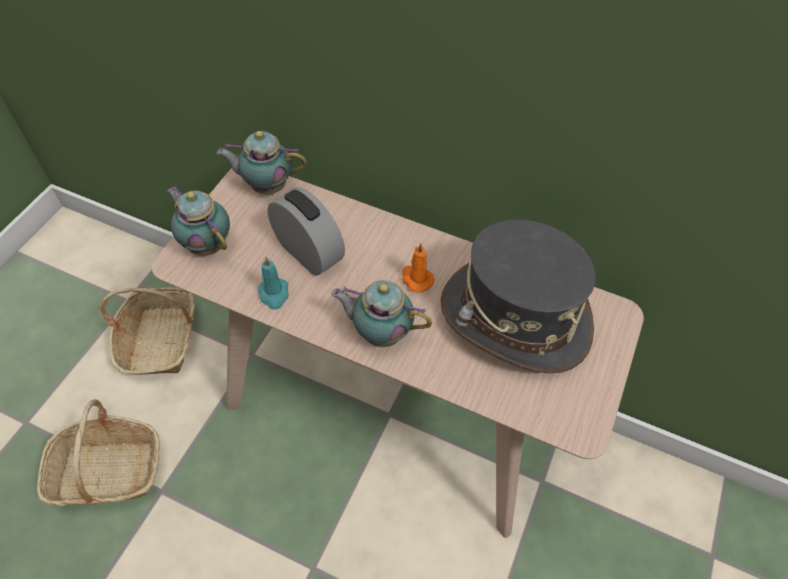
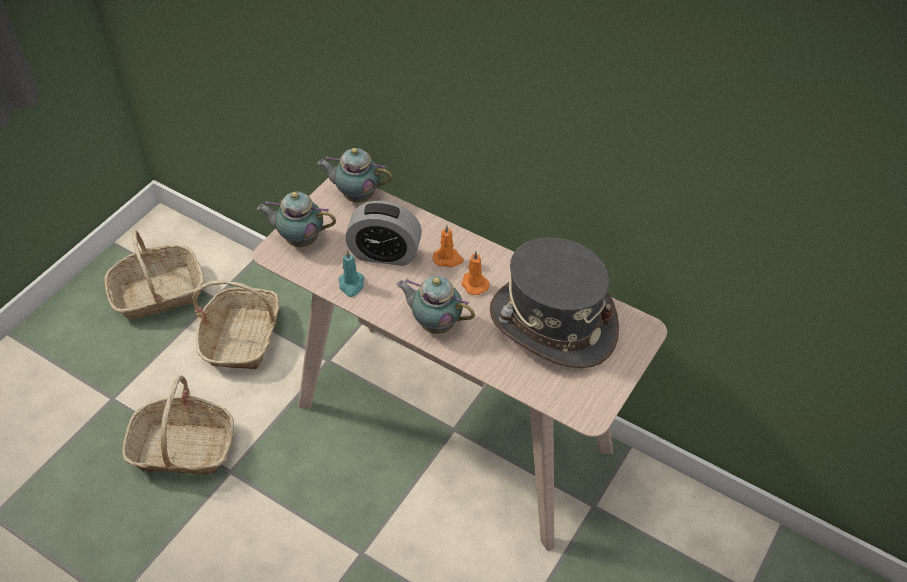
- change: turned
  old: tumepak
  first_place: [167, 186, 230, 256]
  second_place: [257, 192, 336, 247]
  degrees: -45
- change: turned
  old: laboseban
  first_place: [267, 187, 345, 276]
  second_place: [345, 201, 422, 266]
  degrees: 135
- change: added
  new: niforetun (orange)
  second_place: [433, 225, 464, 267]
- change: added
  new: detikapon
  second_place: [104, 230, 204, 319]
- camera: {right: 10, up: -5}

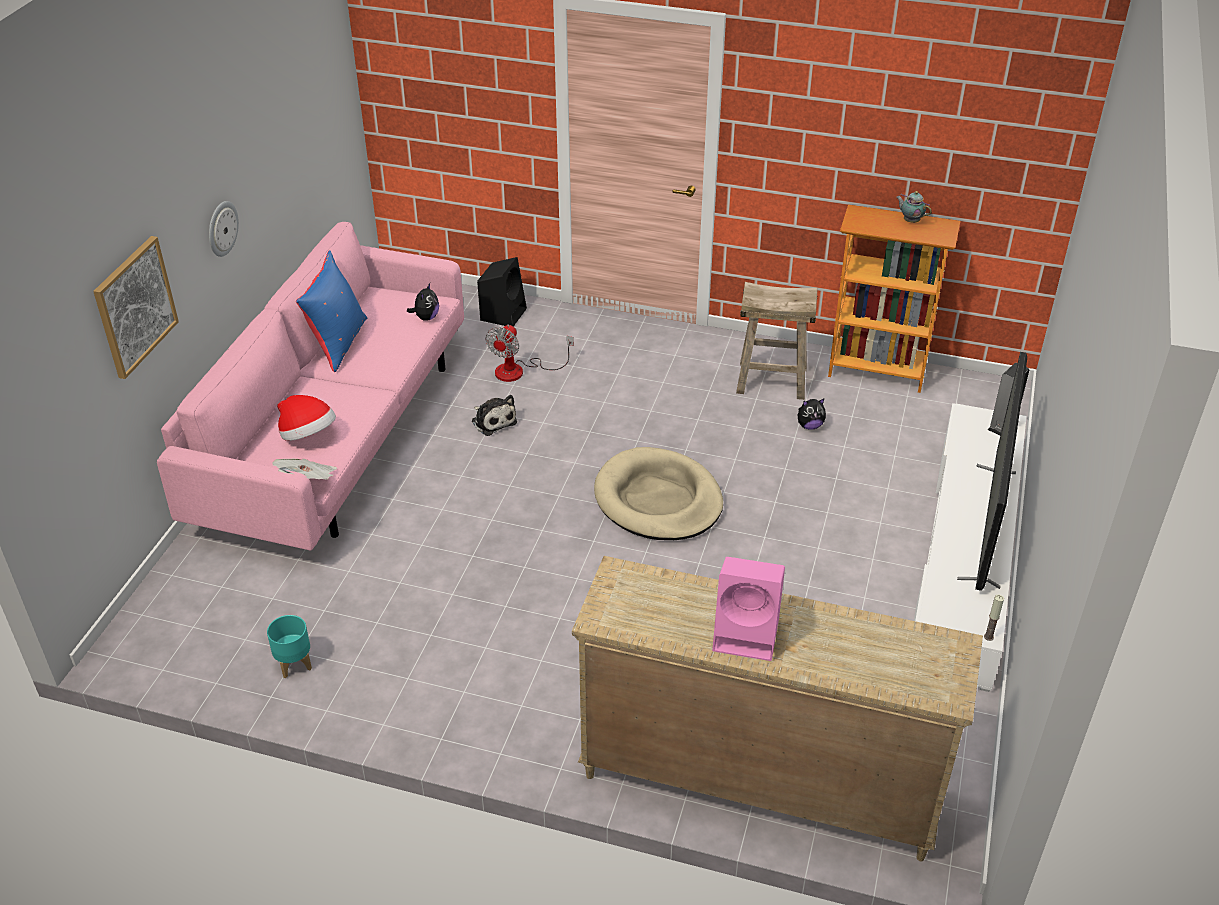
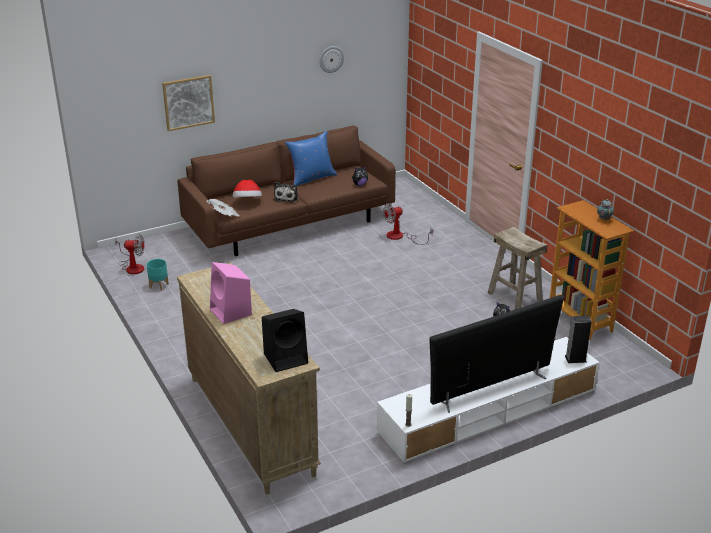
- change: moved
  old: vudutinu
  first_place: [209, 201, 239, 257]
  second_place: [319, 46, 344, 73]
- change: recoloured
  old: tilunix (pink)
  new: tilunix (brown)
  first_place: [157, 222, 464, 551]
  second_place: [178, 126, 396, 256]
- change: moved
  old: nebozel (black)
  first_place: [477, 257, 527, 326]
  second_place: [262, 309, 308, 372]
- change: moved
  old: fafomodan
  first_place: [472, 395, 517, 436]
  second_place: [274, 182, 298, 203]
- change: removed
  old: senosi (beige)
  first_place: [594, 447, 723, 540]
- change: added
  new: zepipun
  second_place: [115, 234, 145, 274]
- camera: {right: 45, up: -10}

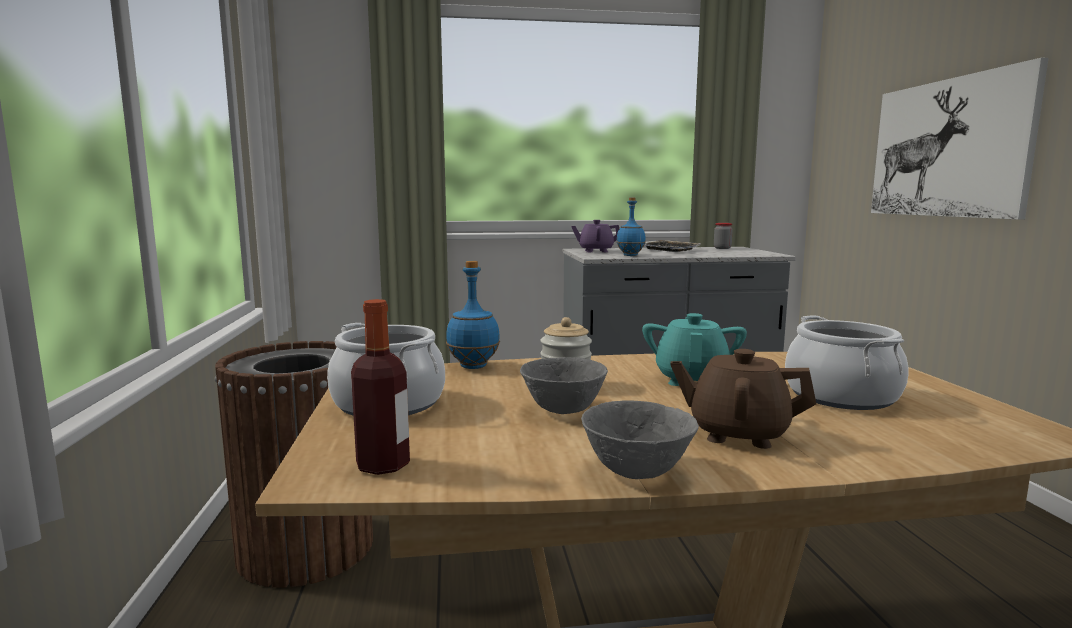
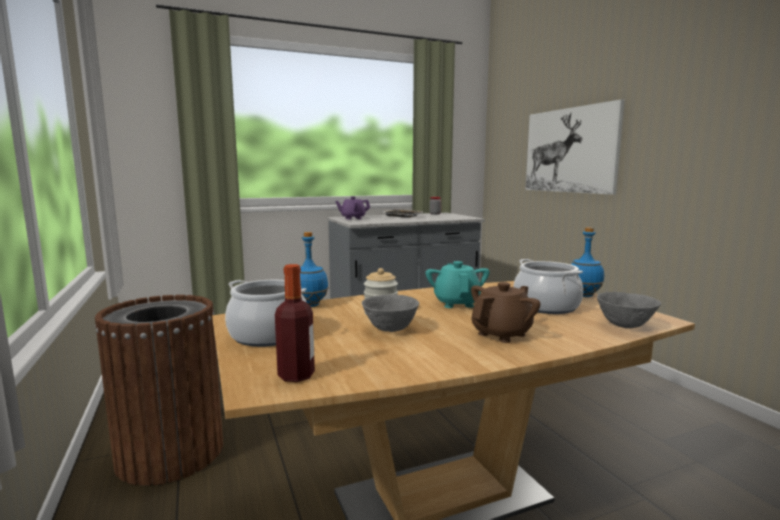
- change: moved
  old: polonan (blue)
  first_place: [616, 197, 646, 256]
  second_place: [571, 227, 604, 297]
- change: turned
  old: tumepak (brown)
  first_place: [670, 349, 816, 449]
  second_place: [471, 282, 541, 343]
  degrees: 135
- change: moved
  old: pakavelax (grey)
  first_place: [581, 401, 699, 479]
  second_place: [597, 292, 661, 328]
- camera: {right: -15, up: 0}

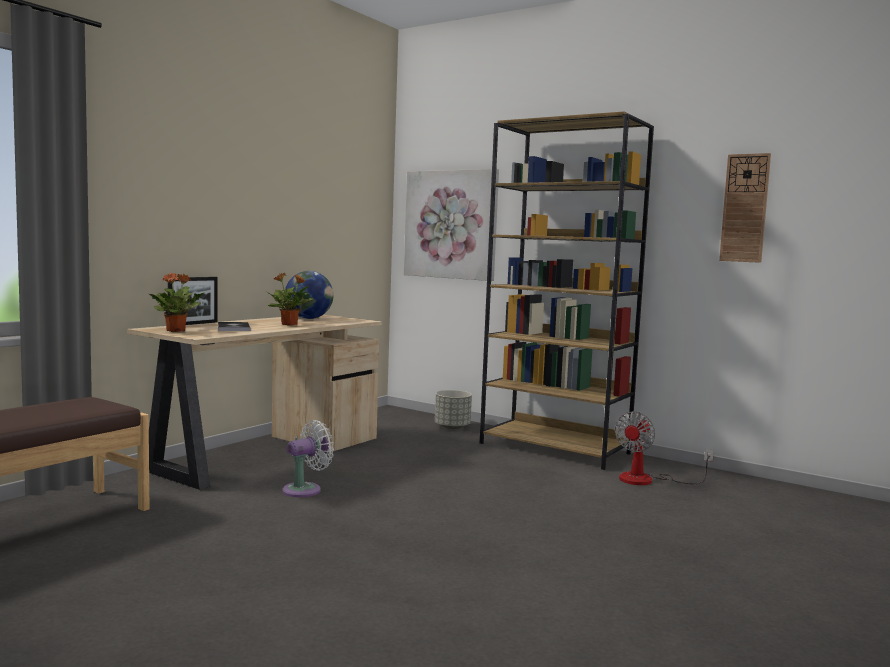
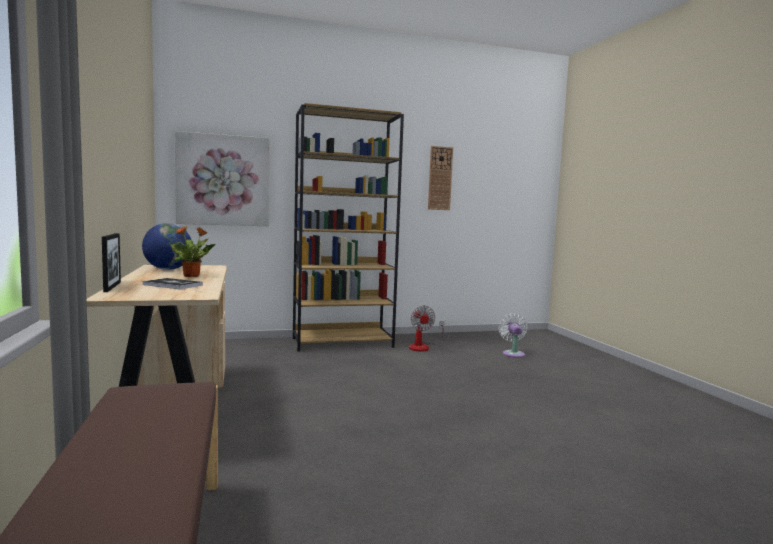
- change: removed
  old: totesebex
  first_place: [149, 273, 205, 332]
- change: removed
  old: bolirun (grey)
  first_place: [435, 390, 472, 429]
- change: moved
  old: zepipun (white)
  first_place: [282, 420, 334, 497]
  second_place: [498, 313, 528, 358]
- camera: {right: -50, up: 0}

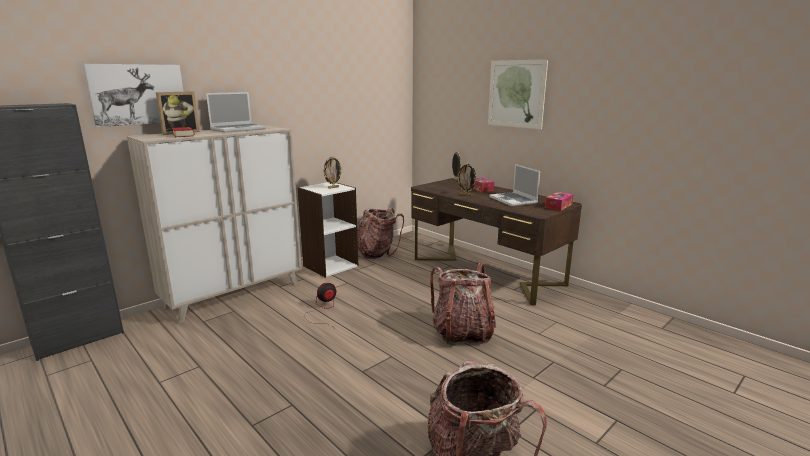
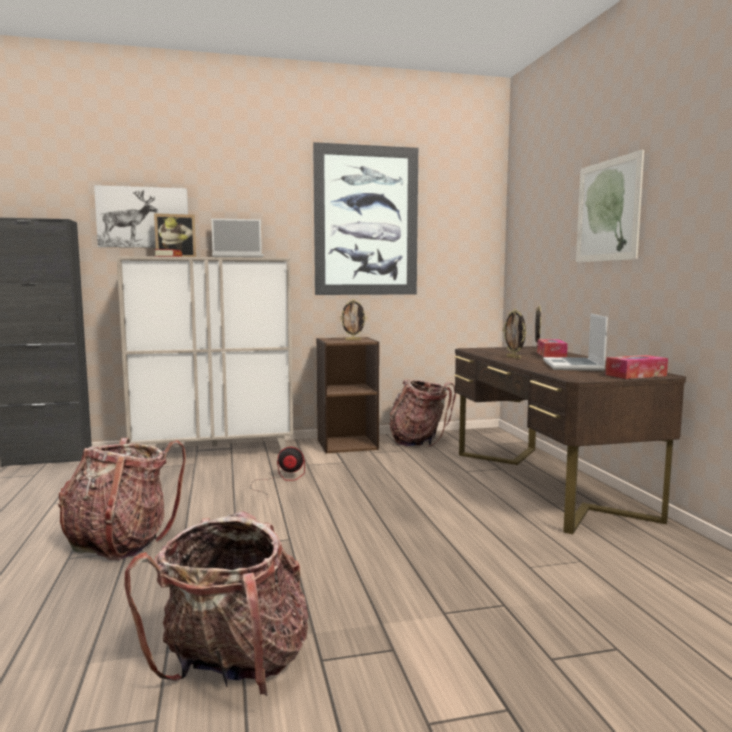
- change: recoloured
  old: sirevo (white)
  new: sirevo (brown)
  first_place: [297, 182, 358, 278]
  second_place: [316, 337, 379, 453]
- change: moved
  old: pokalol
  first_place: [430, 262, 496, 346]
  second_place: [58, 438, 186, 560]
- change: added
  new: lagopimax
  second_place: [313, 142, 418, 295]
- camera: {right: 30, up: -10}

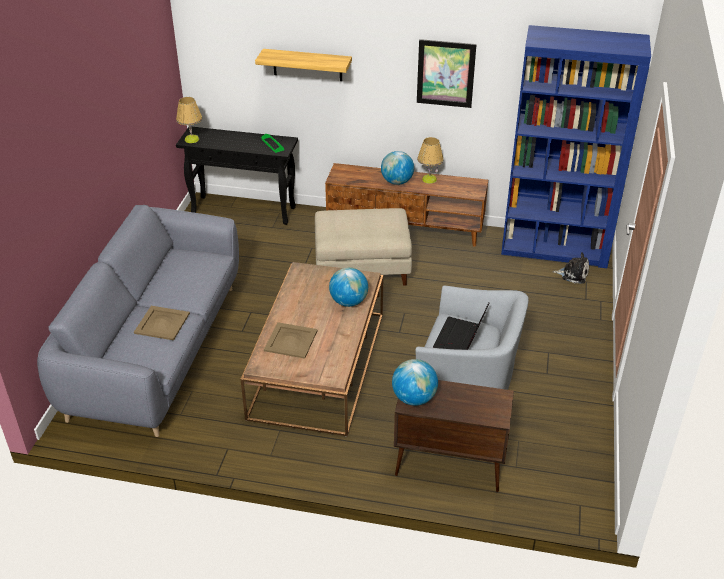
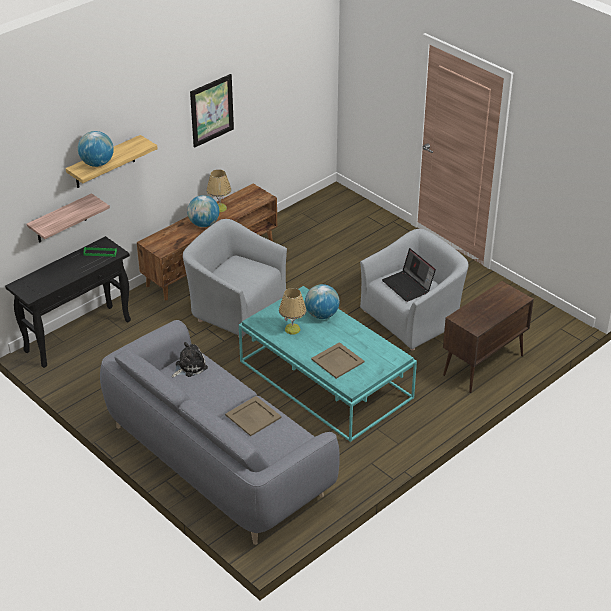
- change: removed
  old: sirevo (blue)
  first_place: [501, 25, 651, 268]
- change: moved
  old: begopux
  first_place: [176, 97, 202, 143]
  second_place: [279, 288, 307, 335]
- change: replaced
  old: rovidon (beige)
  new: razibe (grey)
  first_place: [315, 208, 412, 286]
  second_place: [183, 219, 287, 338]
- change: moved
  old: fafomodan
  first_place: [553, 252, 589, 283]
  second_place: [172, 342, 208, 377]
- change: recoloured
  old: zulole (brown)
  new: zulole (turquoise)
  first_place: [240, 262, 384, 436]
  second_place: [239, 286, 417, 442]
- change: moved
  old: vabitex
  first_place: [392, 359, 438, 406]
  second_place: [78, 131, 114, 167]
- change: added
  new: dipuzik
  second_place: [26, 193, 110, 243]
- camera: {right: -55, up: 0}

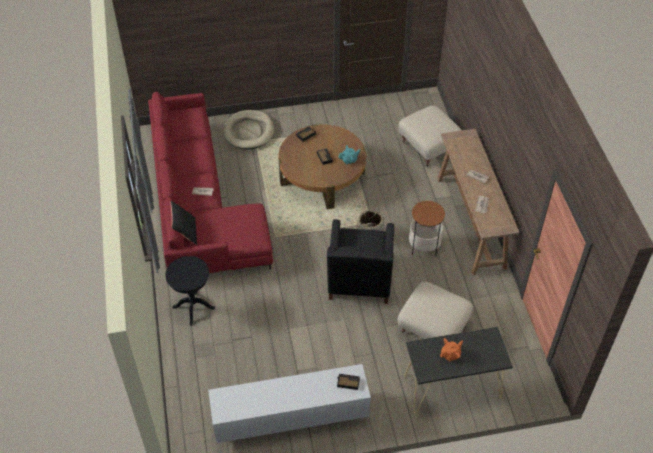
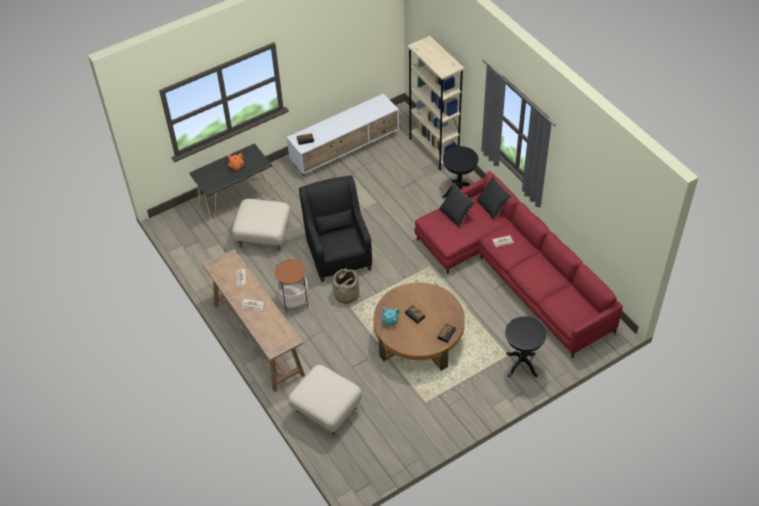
- change: replaced
  old: senosi (beige)
  new: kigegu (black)
  first_place: [224, 110, 274, 149]
  second_place: [505, 317, 547, 377]
- change: added
  new: sirevo (beige)
  second_place: [407, 36, 465, 170]
- change: added
  new: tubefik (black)
  second_place: [439, 184, 475, 228]
- camera: {right: 160, up: 0}

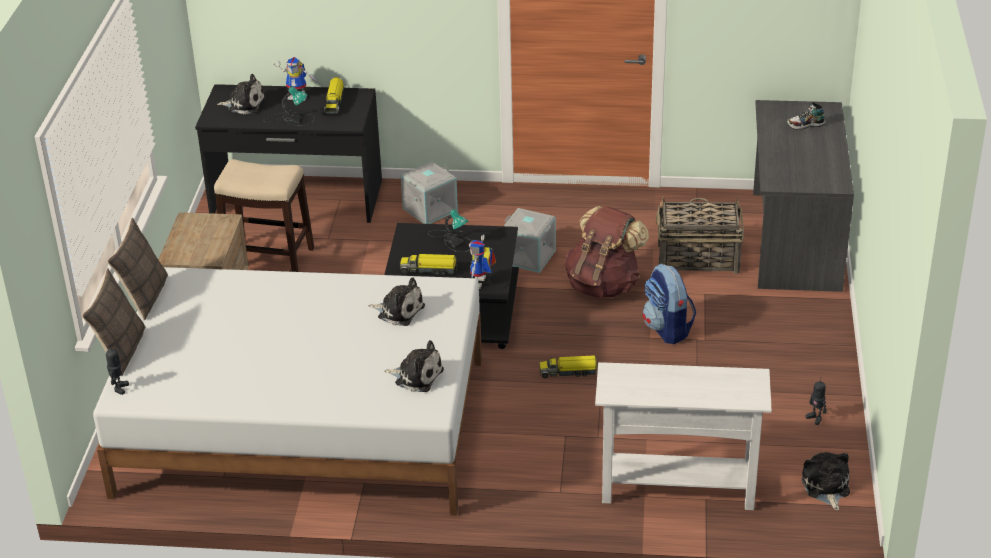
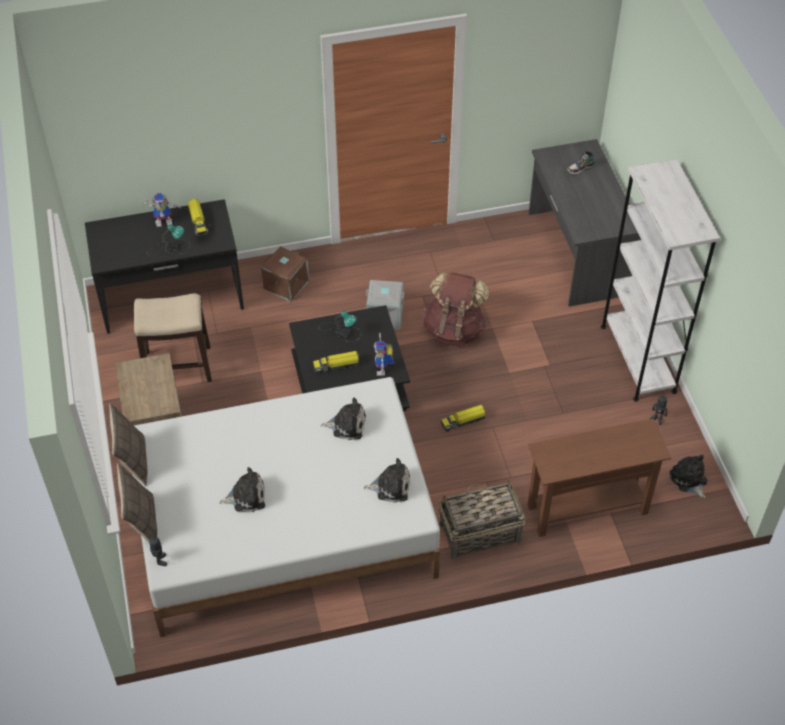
- change: moved
  old: fafomodan
  first_place: [217, 74, 266, 114]
  second_place: [219, 467, 265, 512]
- change: recoloured
  old: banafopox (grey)
  new: banafopox (brown)
  first_place: [401, 162, 458, 224]
  second_place: [261, 246, 309, 302]
- change: moved
  old: detikapon
  first_place: [656, 197, 744, 274]
  second_place: [438, 480, 526, 560]
- change: removed
  old: pokalol
  first_place: [643, 264, 696, 344]
- change: recoloured
  old: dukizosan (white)
  new: dukizosan (brown)
  first_place: [595, 362, 772, 510]
  second_place: [527, 419, 671, 537]
- change: added
  new: sirevo (white)
  second_place: [601, 159, 720, 402]
- camera: {right: -20, up: 15}

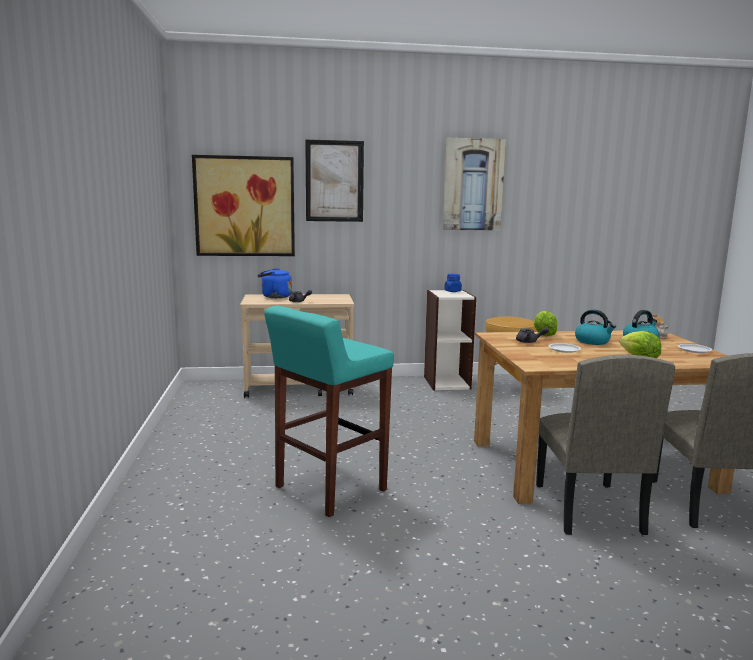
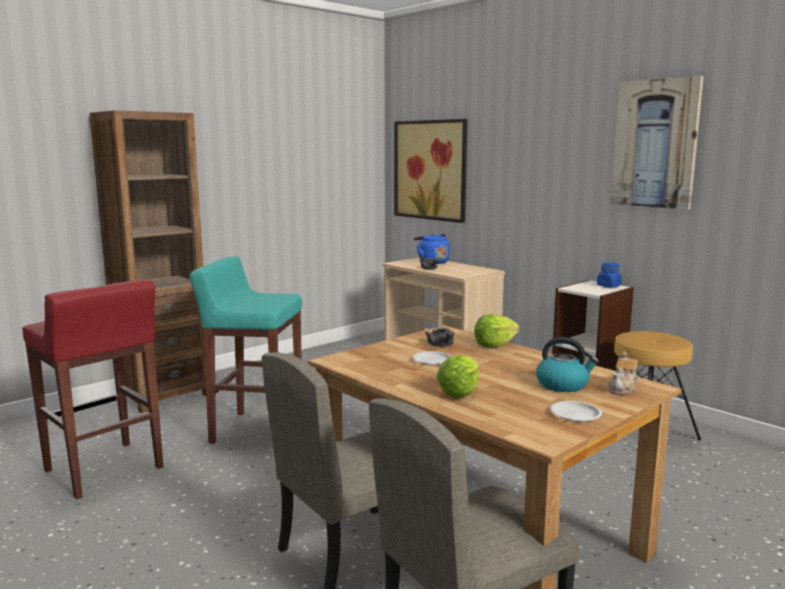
- change: removed
  old: lagopimax
  first_place: [305, 139, 364, 222]
- change: removed
  old: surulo
  first_place: [575, 310, 616, 345]
- change: added
  new: sirevo (brown)
  second_place: [89, 110, 206, 413]
- change: added
  new: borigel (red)
  second_place: [22, 279, 164, 499]
- camera: {right: 55, up: 0}

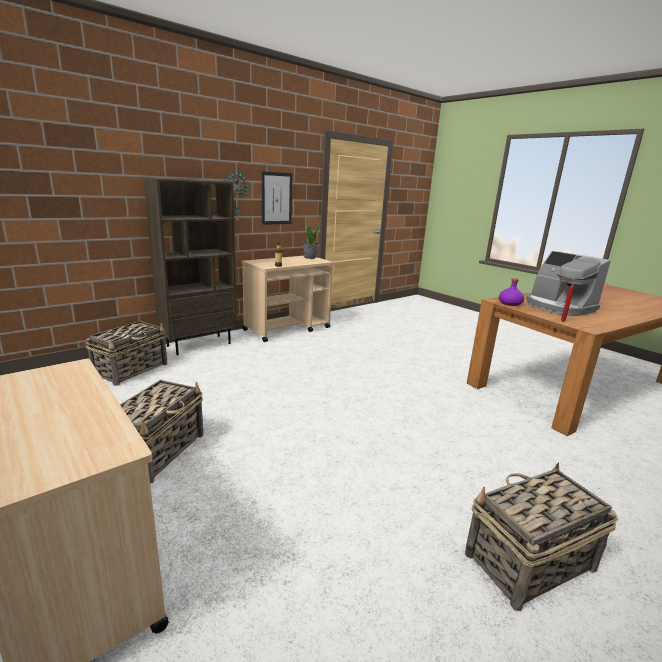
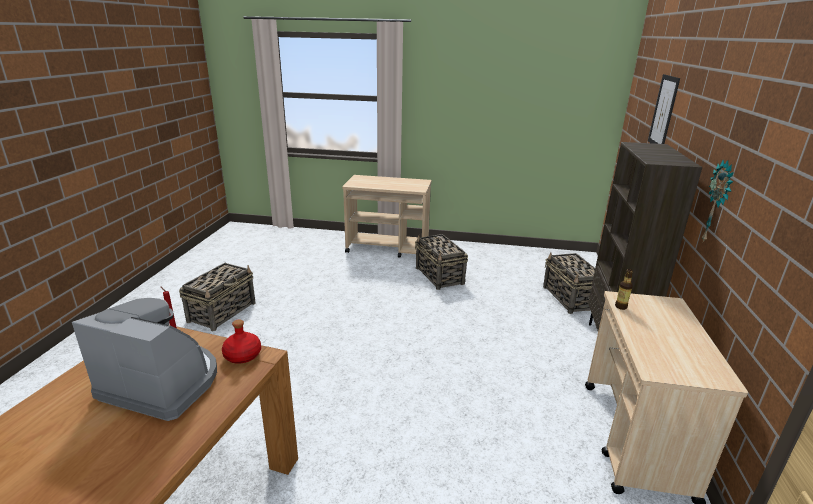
- change: moved
  old: lagopimax
  first_place: [262, 171, 292, 225]
  second_place: [648, 74, 680, 144]
- change: removed
  old: totesebex
  first_place: [303, 223, 319, 259]
- change: recoloured
  old: polonan (purple)
  new: polonan (red)
  first_place: [499, 278, 524, 306]
  second_place: [222, 320, 261, 364]
- camera: {right: 140, up: 5}

